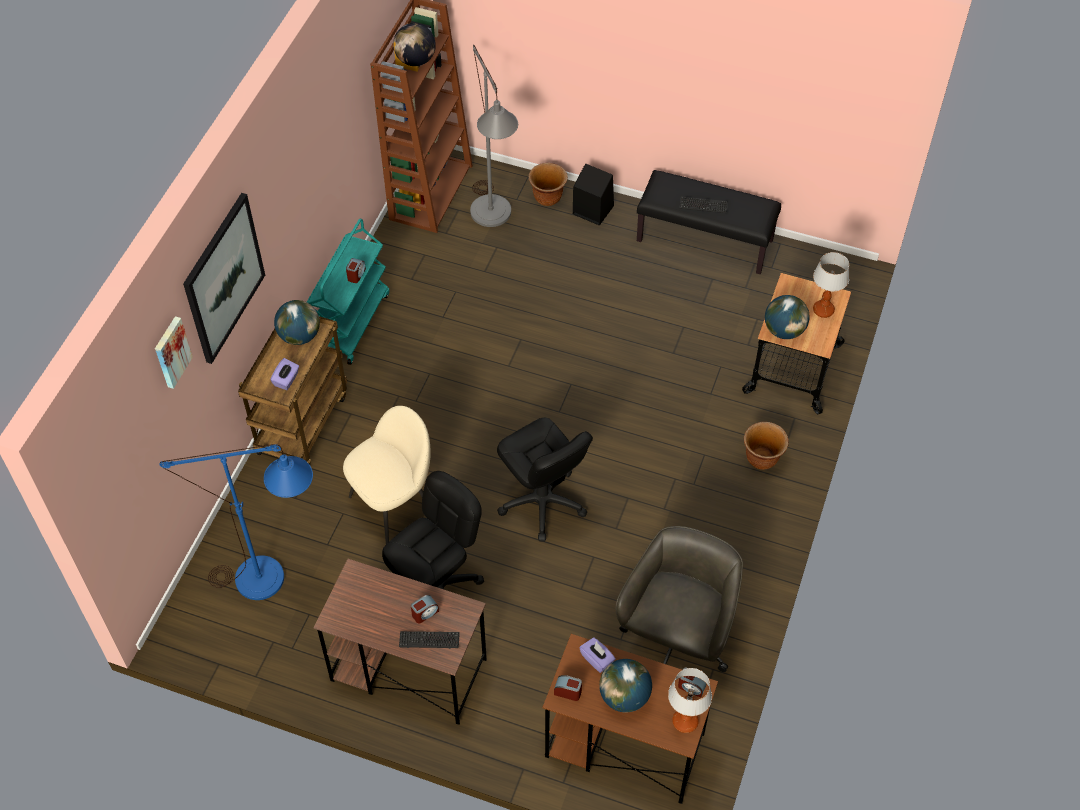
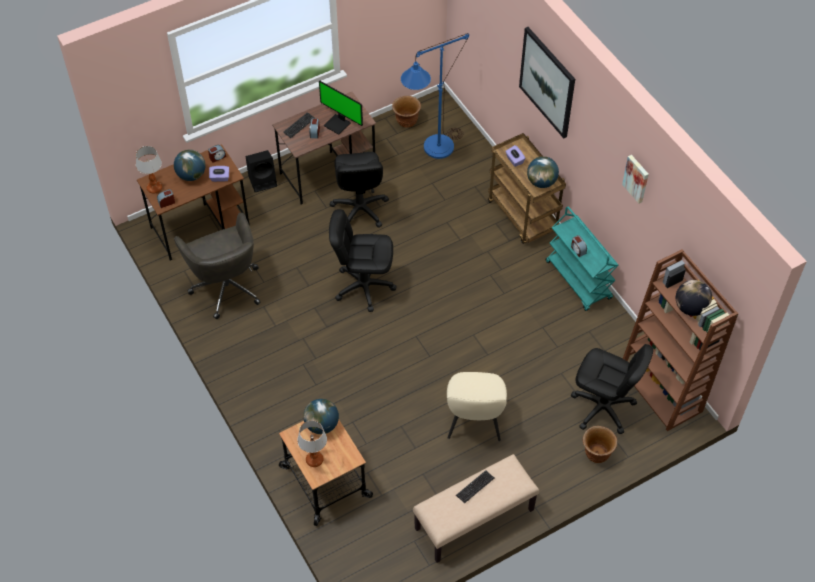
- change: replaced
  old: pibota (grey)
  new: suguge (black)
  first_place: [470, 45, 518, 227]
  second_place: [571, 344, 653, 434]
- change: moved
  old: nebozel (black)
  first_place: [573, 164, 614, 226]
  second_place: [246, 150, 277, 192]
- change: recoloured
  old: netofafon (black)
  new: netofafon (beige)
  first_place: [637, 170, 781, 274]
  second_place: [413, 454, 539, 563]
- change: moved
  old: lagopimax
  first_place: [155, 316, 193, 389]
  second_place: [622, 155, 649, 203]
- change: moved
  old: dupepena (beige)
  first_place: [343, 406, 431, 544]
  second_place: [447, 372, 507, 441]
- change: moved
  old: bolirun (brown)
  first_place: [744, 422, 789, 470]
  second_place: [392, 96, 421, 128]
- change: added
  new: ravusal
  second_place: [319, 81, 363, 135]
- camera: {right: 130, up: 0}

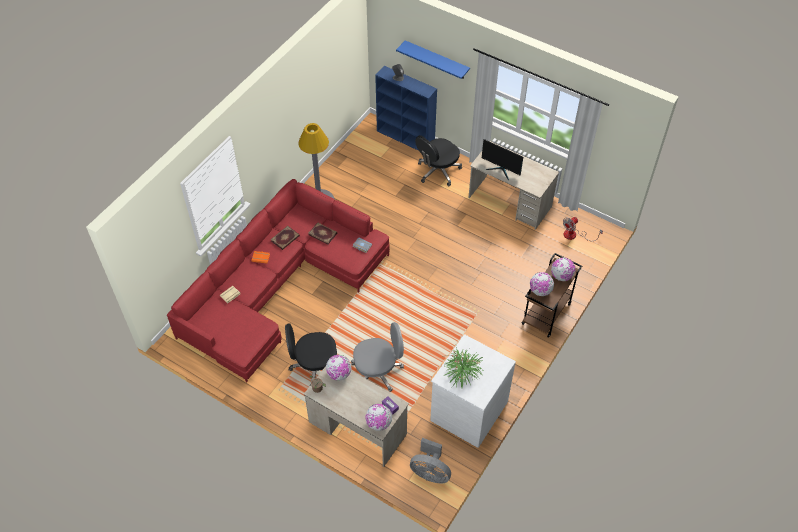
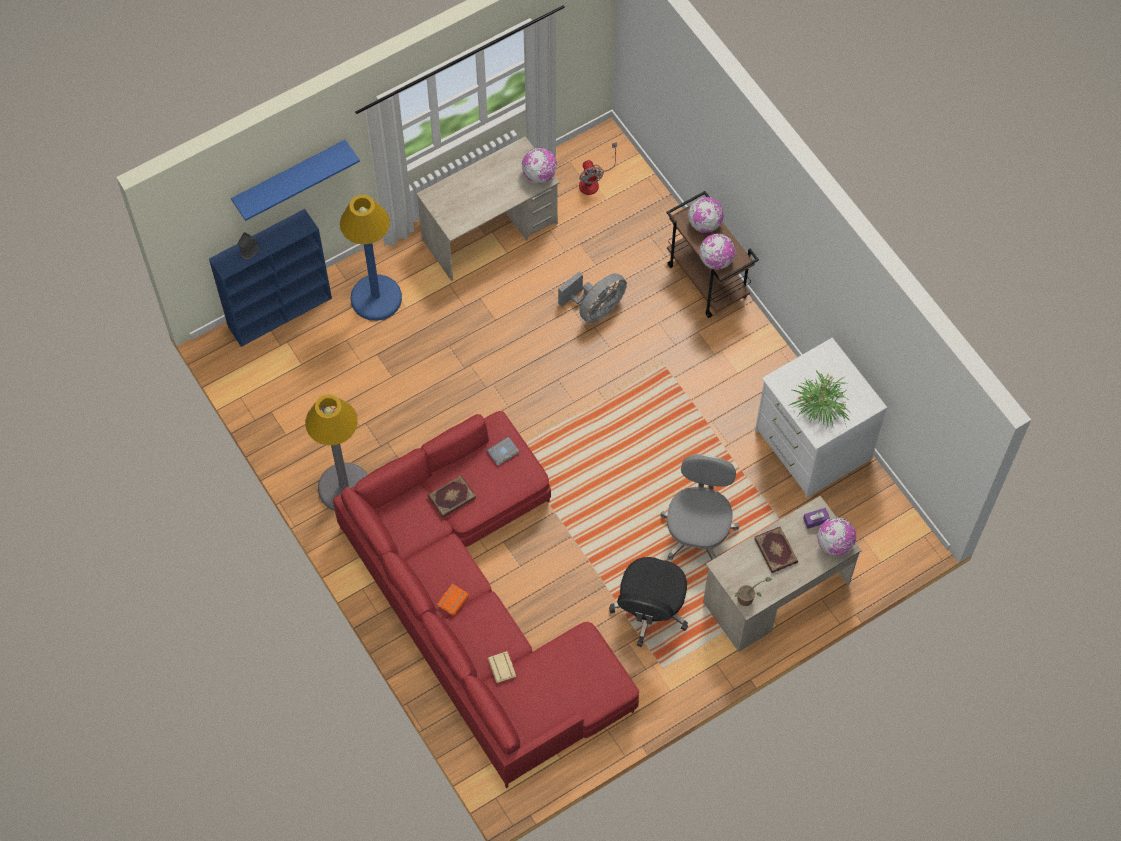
- change: replaced
  old: suguge (black)
  new: pibota (blue)
  first_place: [415, 135, 462, 186]
  second_place: [340, 195, 402, 321]
- change: removed
  old: ravusal
  first_place: [482, 139, 523, 180]
- change: moved
  old: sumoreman
  first_place: [271, 226, 300, 250]
  second_place: [754, 527, 799, 573]
- change: moved
  old: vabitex
  first_place: [326, 355, 351, 381]
  second_place: [522, 147, 557, 183]
- change: moved
  old: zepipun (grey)
  first_place: [410, 438, 451, 483]
  second_place: [558, 272, 627, 323]
- camera: {right: -65, up: 10}

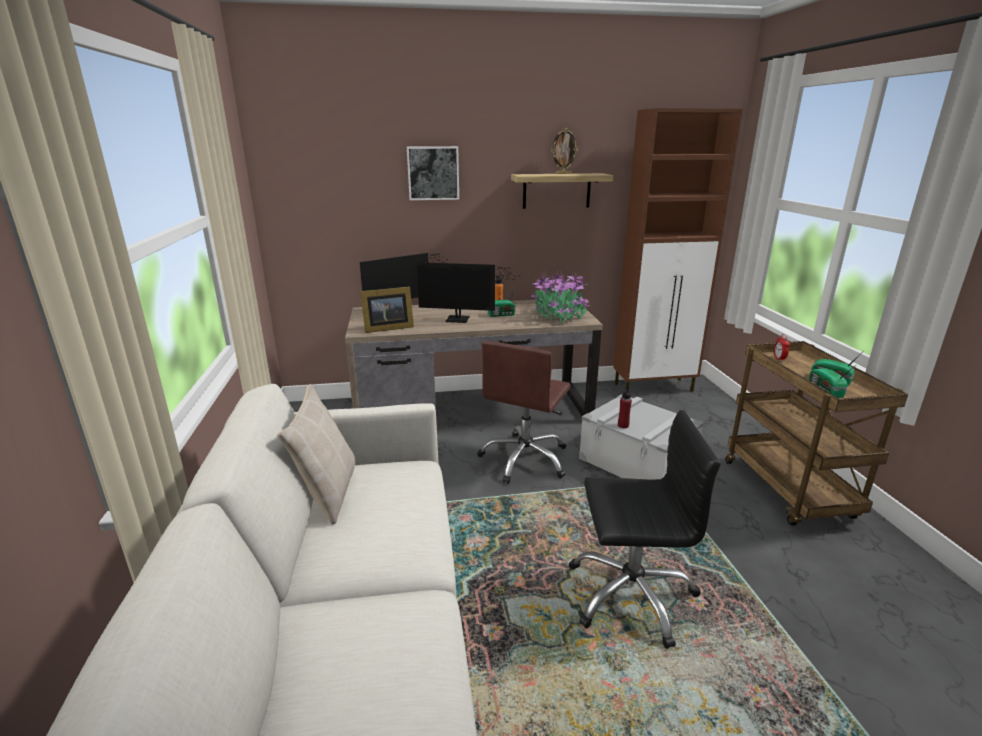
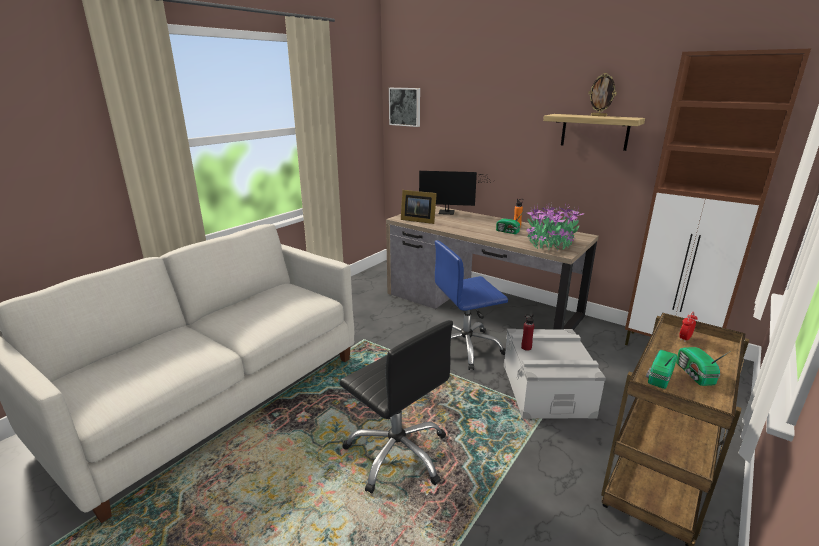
- change: moved
  old: lagopimax
  first_place: [407, 146, 459, 200]
  second_place: [389, 88, 420, 127]
- change: removed
  old: ravusal
  first_place: [417, 262, 521, 323]
- change: recoloured
  old: suguge (brown)
  new: suguge (blue)
  first_place: [477, 341, 571, 484]
  second_place: [435, 240, 508, 370]
- change: removed
  old: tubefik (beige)
  first_place: [277, 384, 355, 525]
- camera: {right: 45, up: 0}

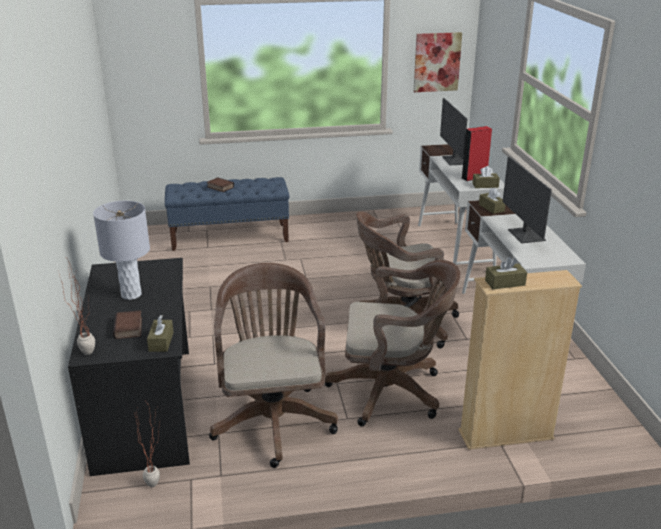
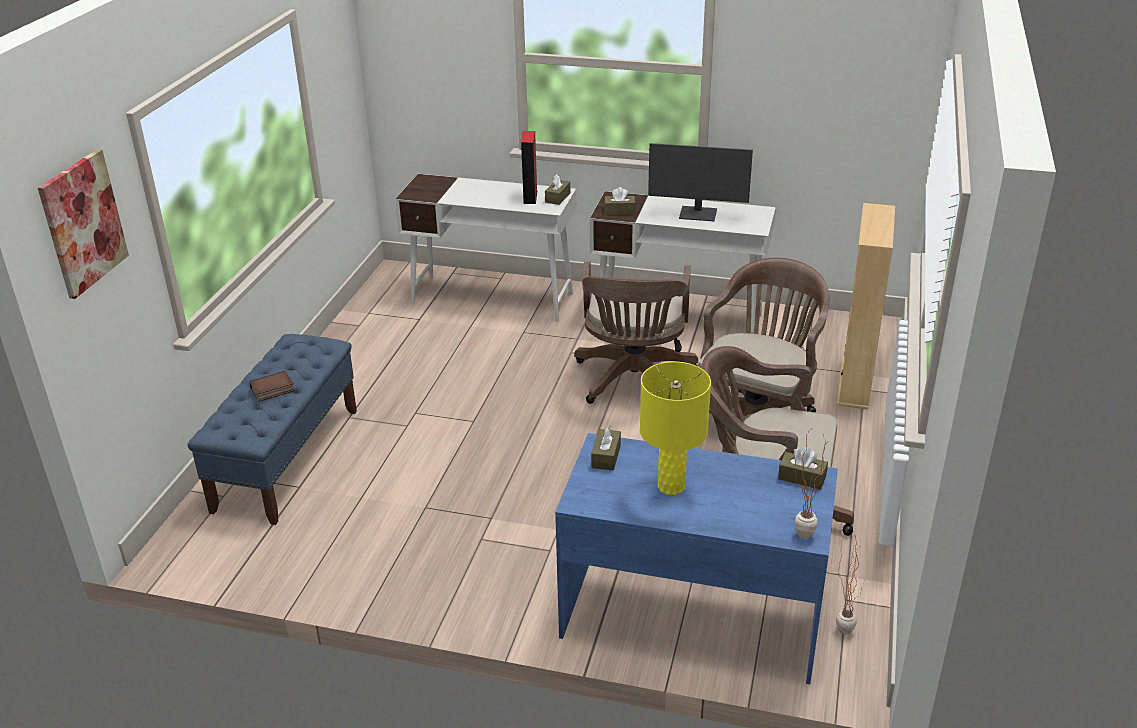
- change: moved
  old: lagopimax
  first_place: [414, 32, 462, 92]
  second_place: [38, 149, 129, 299]
- change: removed
  old: ravusal
  first_place: [440, 98, 467, 166]
- change: recoloured
  old: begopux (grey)
  new: begopux (yellow)
  first_place: [93, 201, 150, 300]
  second_place: [640, 362, 711, 495]
- change: moved
  old: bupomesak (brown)
  first_place: [485, 257, 527, 289]
  second_place: [591, 425, 621, 471]
- change: recoloured
  old: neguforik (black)
  new: neguforik (blue)
  first_place: [68, 258, 190, 476]
  second_place: [555, 433, 838, 684]
- change: removed
  old: sumoreman
  first_place: [113, 310, 142, 339]
- camera: {right: -65, up: 5}

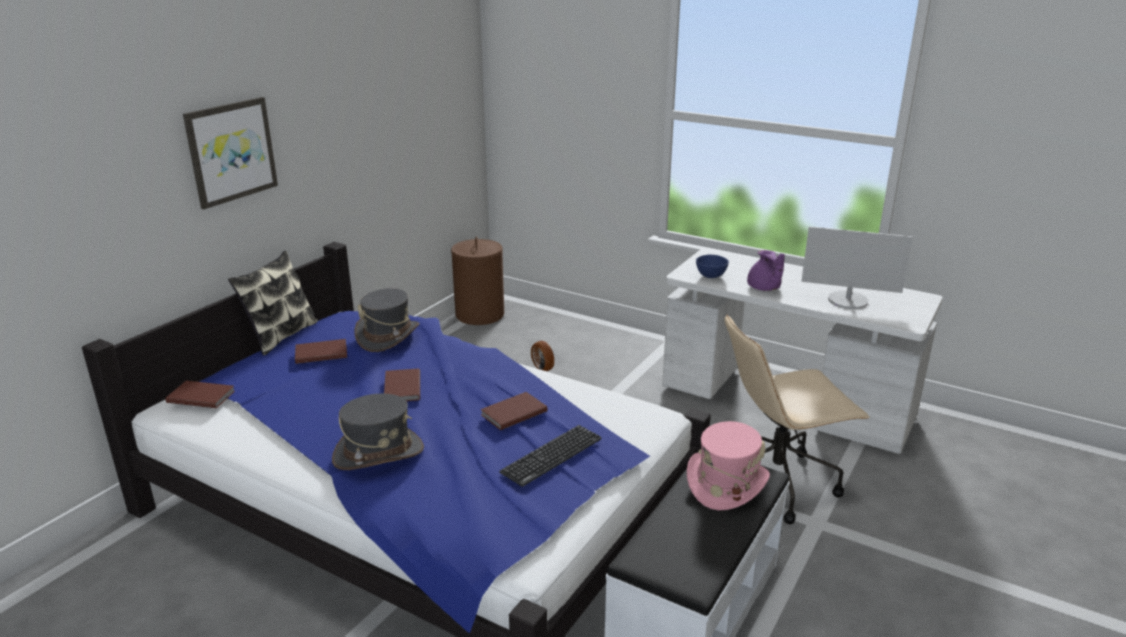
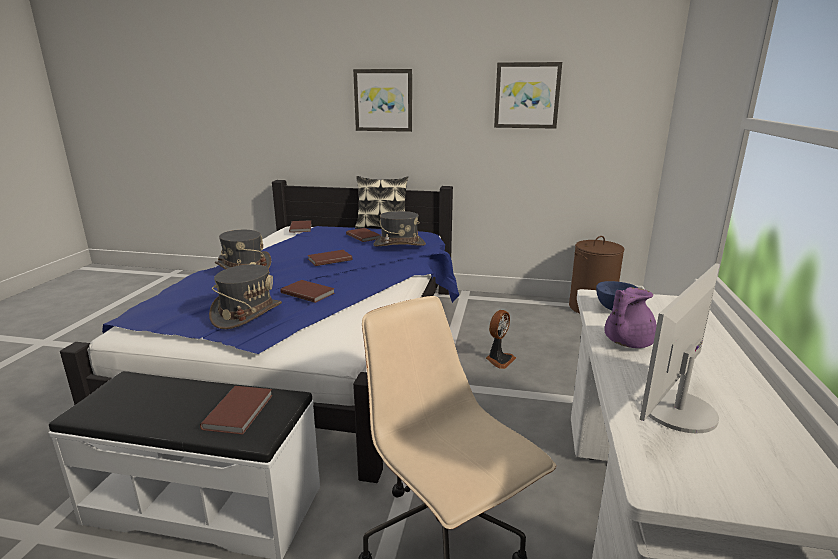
- change: turned
  old: ravusal
  first_place: [801, 226, 913, 309]
  second_place: [640, 263, 720, 433]
  degrees: 45
- change: replaced
  old: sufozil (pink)
  new: sumoreman (brown)
  first_place: [687, 421, 770, 510]
  second_place: [200, 386, 273, 435]
- change: replaced
  old: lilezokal
  new: sufozil (grey)
  first_place: [499, 425, 602, 487]
  second_place: [209, 264, 282, 329]
- change: added
  new: lagopimax
  second_place: [494, 62, 562, 129]
- camera: {right: 70, up: -5}

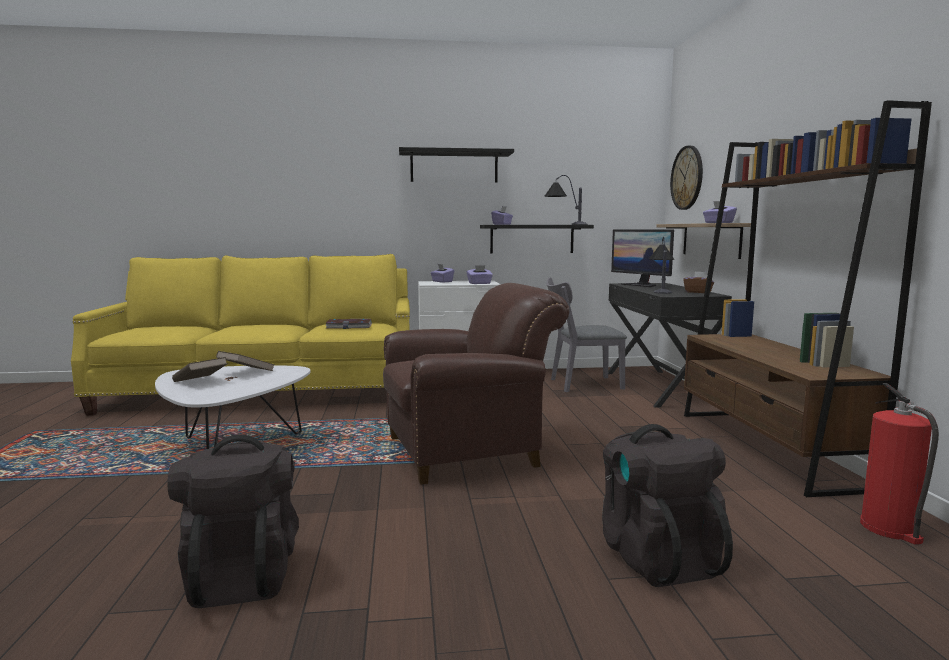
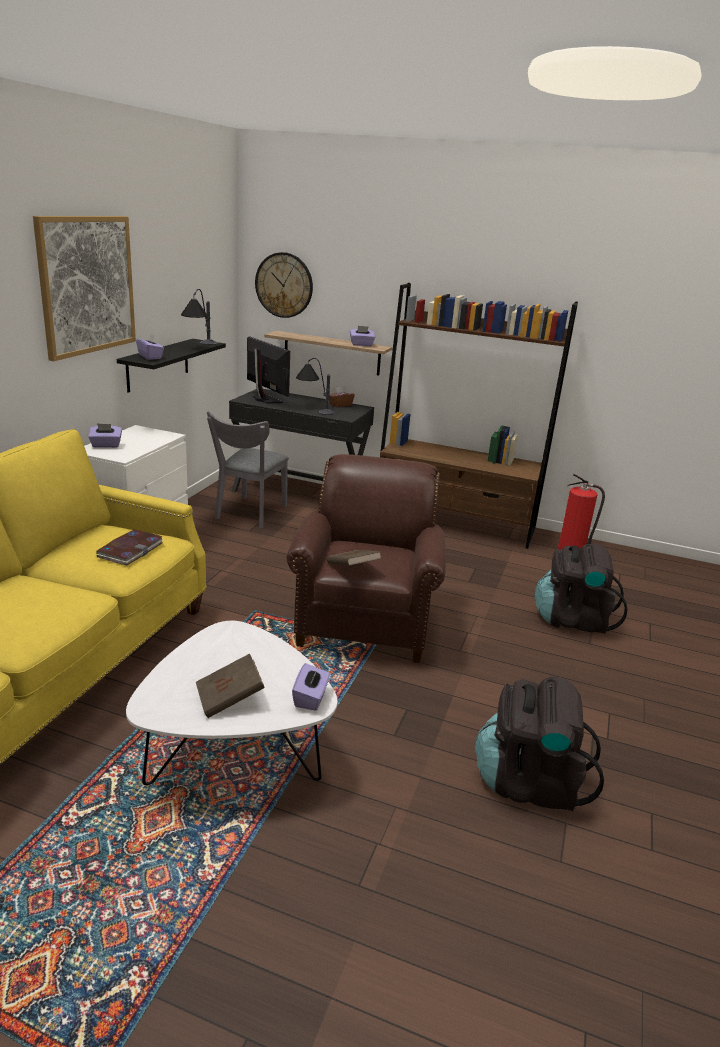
- change: replaced
  old: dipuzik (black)
  new: lagopimax
  first_place: [399, 147, 514, 183]
  second_place: [33, 216, 136, 361]
- change: turned
  old: ravusal
  first_place: [611, 230, 674, 287]
  second_place: [247, 336, 290, 404]
  degrees: -120
- change: moved
  old: bupomesak (purple)
  first_place: [467, 265, 493, 284]
  second_place: [292, 663, 330, 711]
- change: moved
  old: sumoreman (brown)
  first_place: [216, 351, 275, 371]
  second_place: [327, 550, 382, 566]
- camera: {right: -65, up: 15}

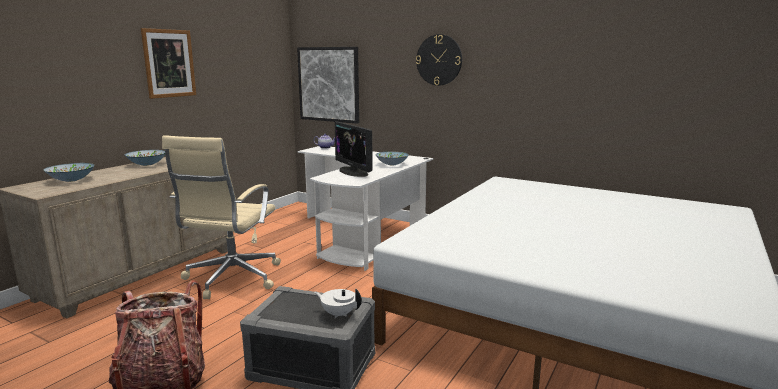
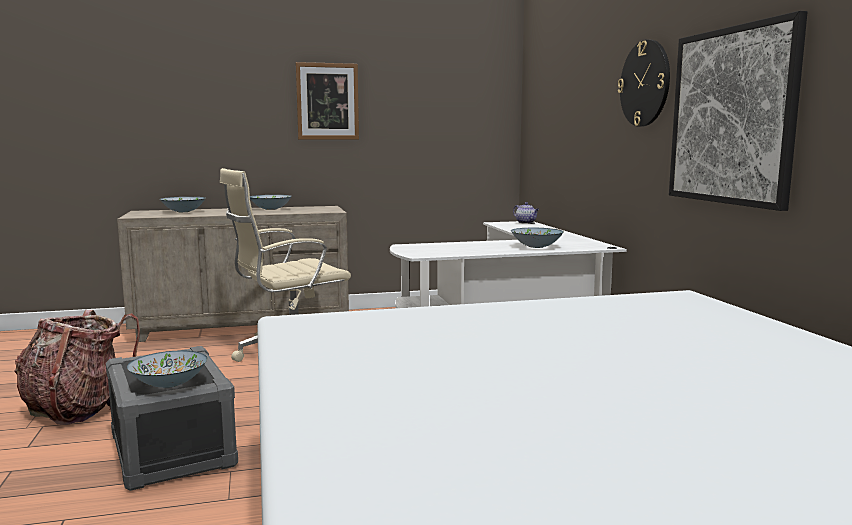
- change: moved
  old: lagopimax
  first_place: [297, 47, 359, 124]
  second_place: [669, 11, 808, 211]
- change: removed
  old: ravusal
  first_place: [334, 121, 373, 177]
- change: replaced
  old: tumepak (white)
  new: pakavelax
  first_place: [315, 289, 362, 319]
  second_place: [127, 351, 207, 388]
- camera: {right: 45, up: -5}

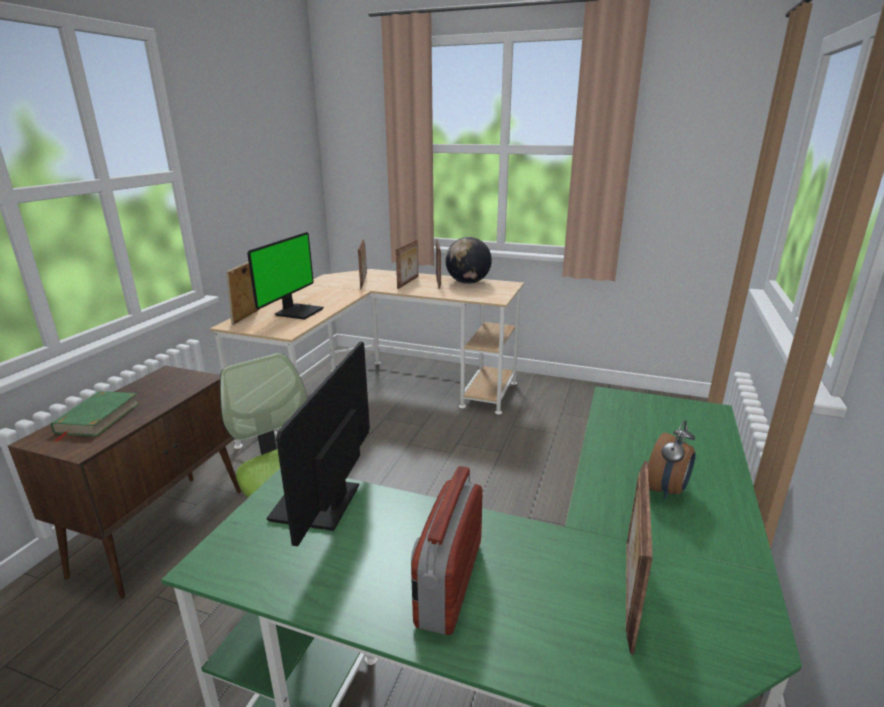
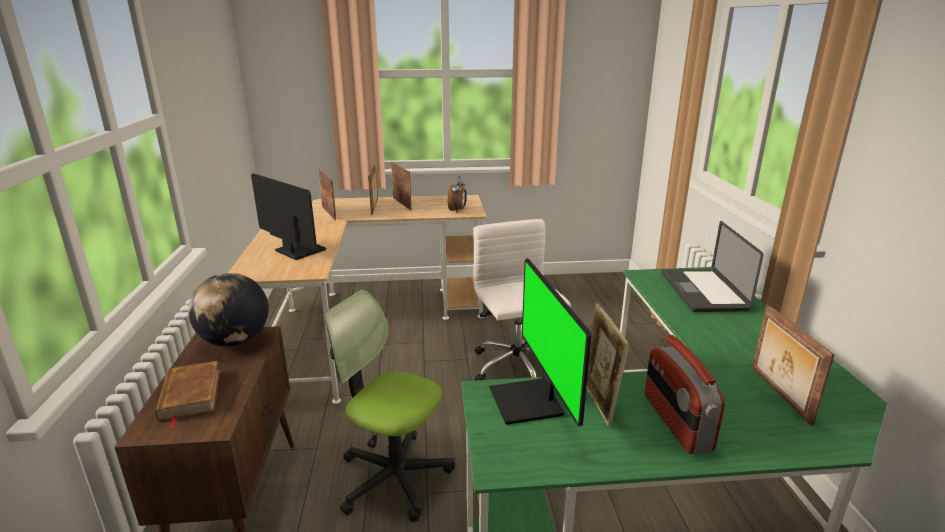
- change: turned
  old: ravusal
  first_place: [247, 232, 324, 320]
  second_place: [251, 173, 326, 260]
  degrees: -45
- change: moved
  old: vabitex
  first_place: [446, 237, 492, 284]
  second_place: [188, 273, 269, 347]
- change: moved
  old: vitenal
  first_place: [226, 262, 260, 325]
  second_place: [586, 303, 630, 426]
- change: recoloured
  old: sumoreman (green)
  new: sumoreman (brown)
  first_place: [51, 391, 140, 441]
  second_place: [155, 361, 220, 429]
- change: moved
  old: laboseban
  first_place: [648, 420, 695, 500]
  second_place: [448, 176, 467, 212]
- change: added
  new: suguge (white)
  second_place: [473, 219, 571, 381]
- change: added
  new: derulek
  second_place: [661, 221, 764, 312]
- camera: {right: -25, up: 0}

